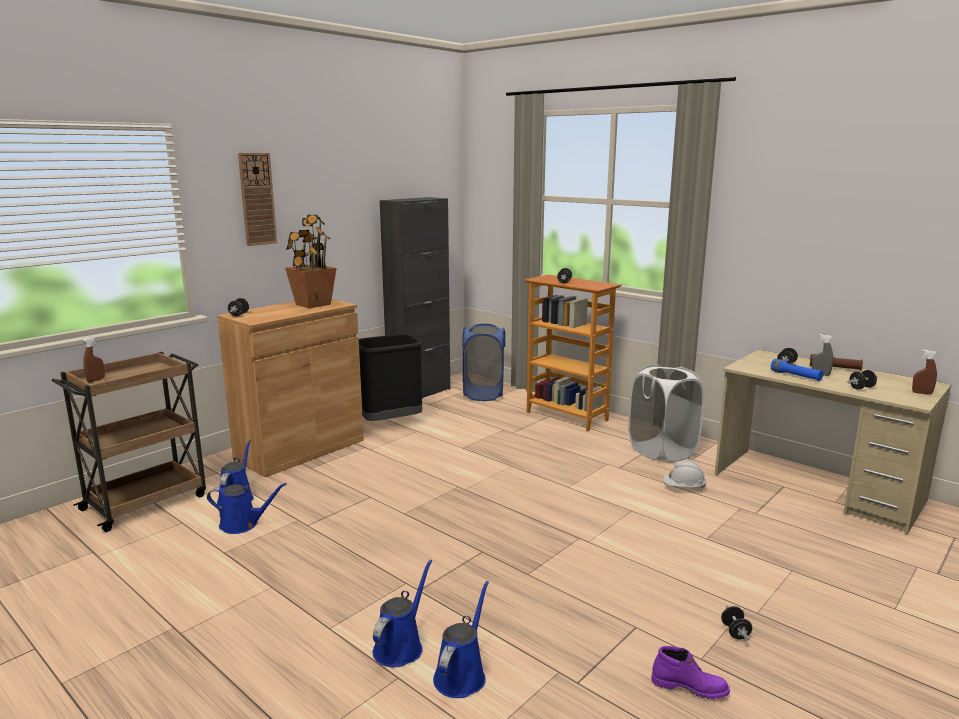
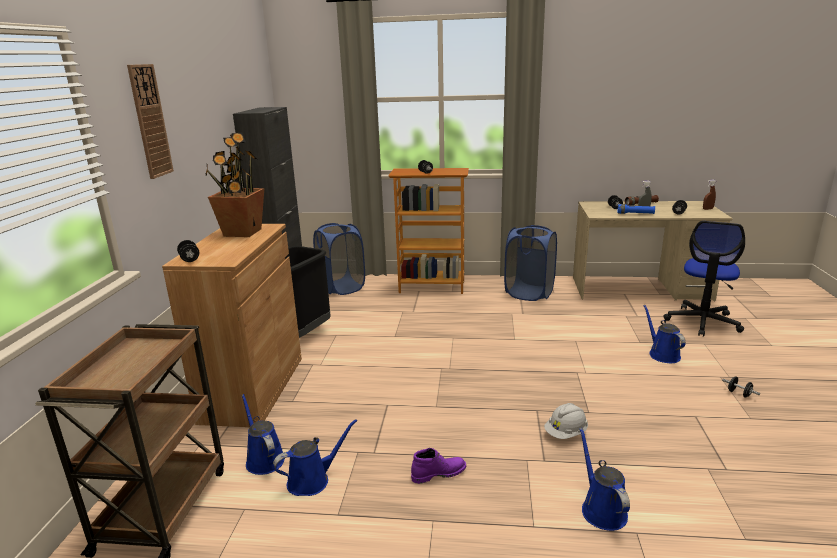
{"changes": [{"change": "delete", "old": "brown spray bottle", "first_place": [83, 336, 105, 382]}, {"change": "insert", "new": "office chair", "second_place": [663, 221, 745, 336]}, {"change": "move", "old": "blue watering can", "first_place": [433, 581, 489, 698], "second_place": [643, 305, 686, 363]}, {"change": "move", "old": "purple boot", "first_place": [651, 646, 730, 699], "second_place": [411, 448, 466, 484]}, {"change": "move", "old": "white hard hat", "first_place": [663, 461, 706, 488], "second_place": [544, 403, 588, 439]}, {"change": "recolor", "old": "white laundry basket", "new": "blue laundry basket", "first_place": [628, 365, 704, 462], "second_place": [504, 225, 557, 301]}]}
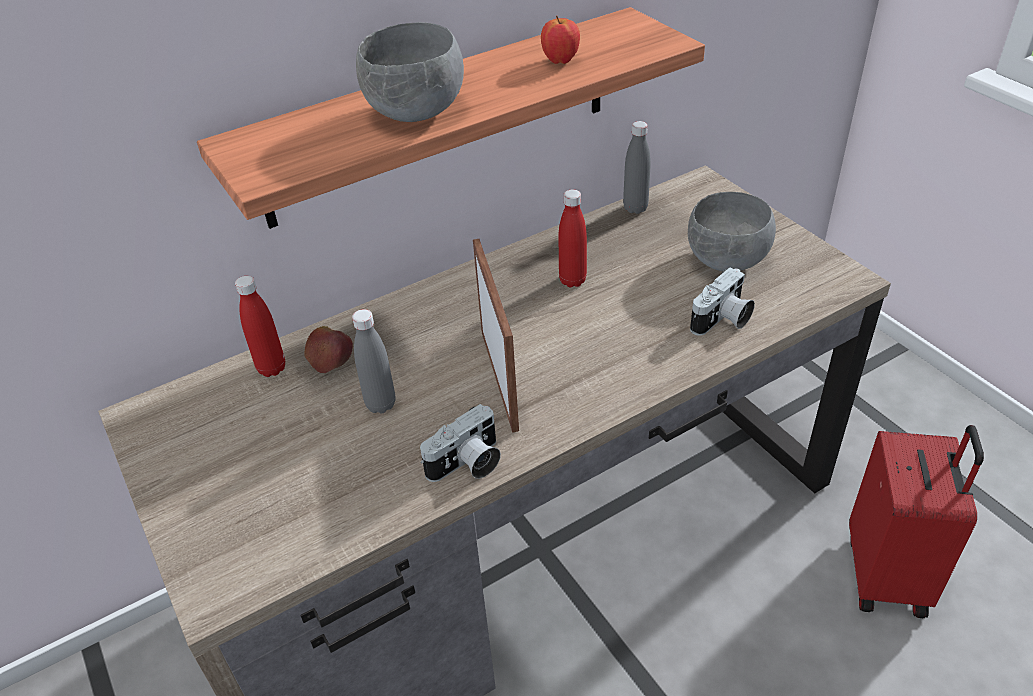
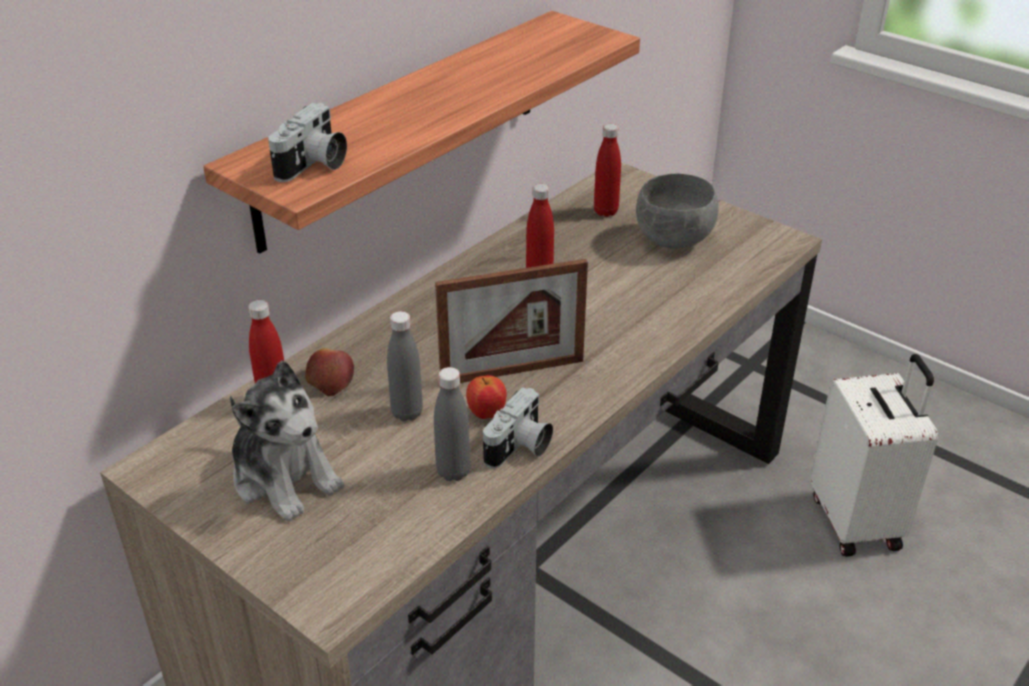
{"changes": [{"change": "delete", "old": "grey bowl", "first_place": [356, 22, 464, 122]}, {"change": "insert", "new": "plush toy", "second_place": [230, 360, 344, 522]}, {"change": "insert", "new": "red bottle", "second_place": [594, 124, 621, 217]}, {"change": "move", "old": "apple", "first_place": [541, 16, 580, 64], "second_place": [466, 375, 507, 419]}, {"change": "move", "old": "grey bottle", "first_place": [623, 121, 651, 214], "second_place": [434, 367, 470, 481]}, {"change": "move", "old": "photo camera", "first_place": [690, 267, 755, 336], "second_place": [268, 103, 347, 182]}, {"change": "recolor", "old": "red suitcase", "new": "white suitcase", "first_place": [849, 425, 984, 618], "second_place": [810, 354, 938, 557]}, {"change": "rotate", "old": "picture frame", "first_place": [473, 239, 519, 433], "second_place": [435, 259, 588, 383], "degrees": 105}]}
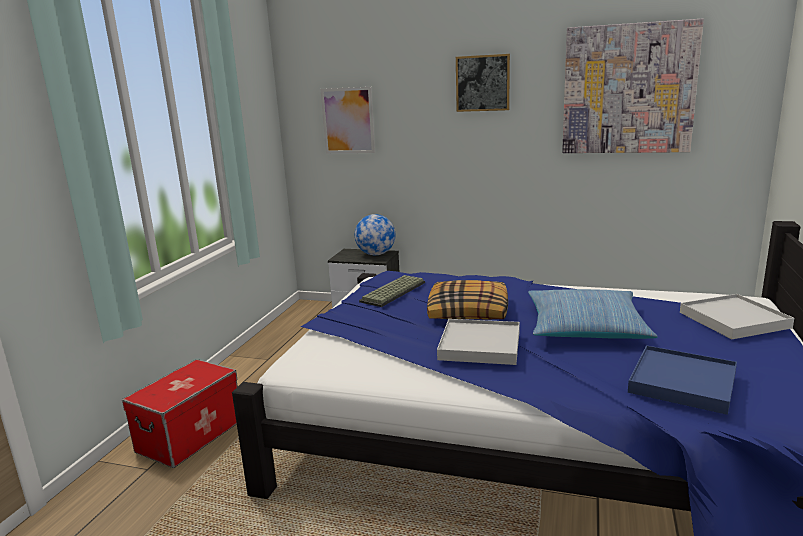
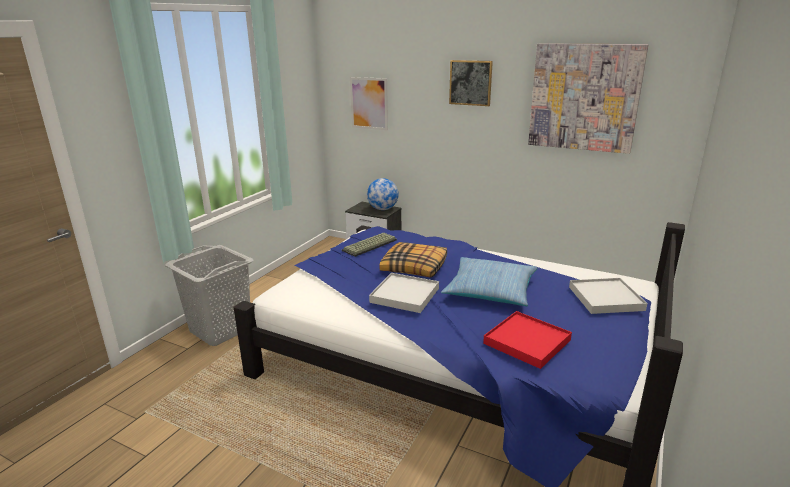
{"changes": [{"change": "replace", "old": "storage box", "new": "grey laundry basket", "first_place": [122, 359, 238, 468], "second_place": [165, 245, 253, 346]}, {"change": "recolor", "old": "blue tray", "new": "red tray", "first_place": [628, 345, 737, 415], "second_place": [483, 311, 572, 369]}]}
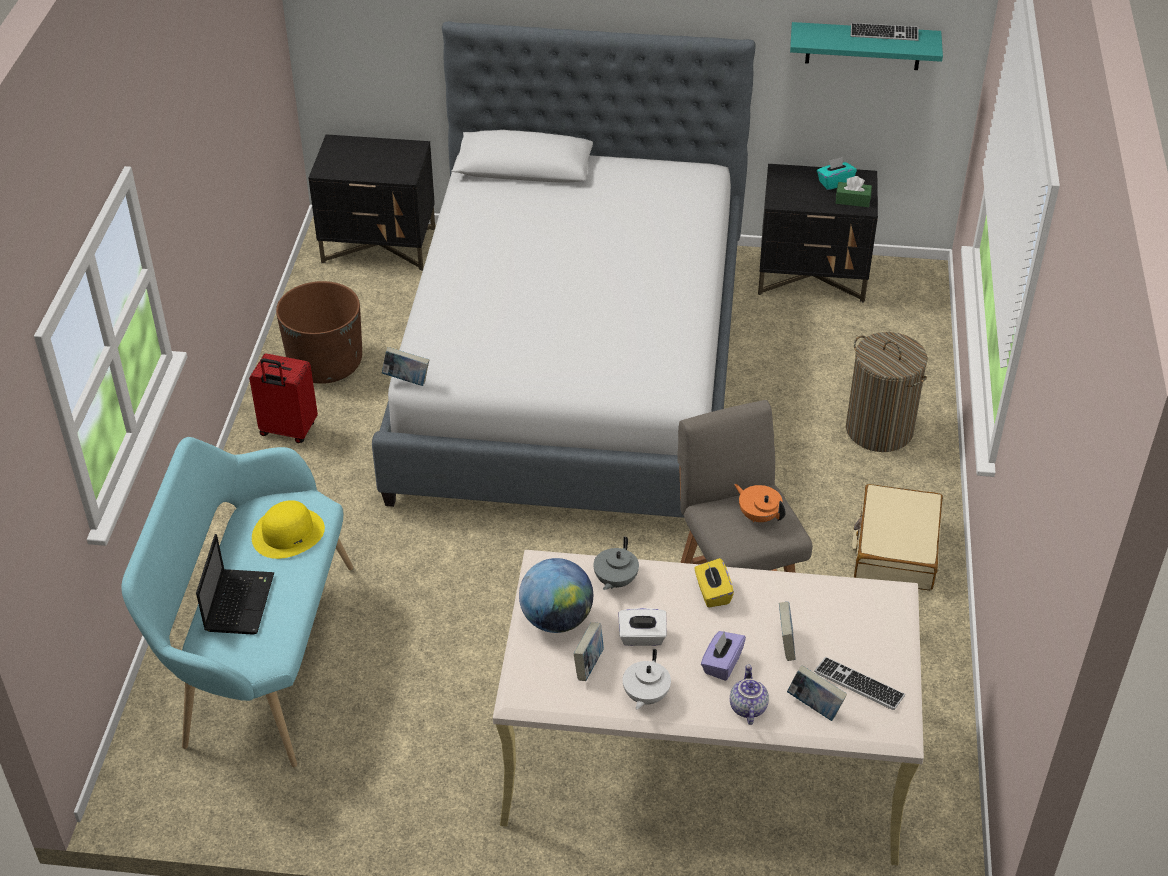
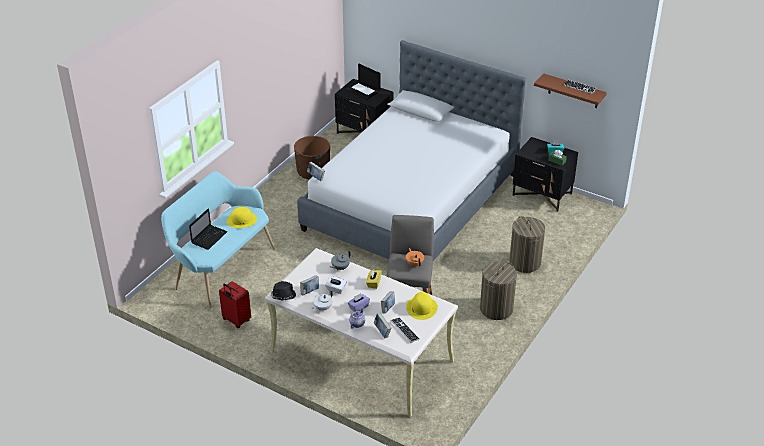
{"changes": [{"change": "delete", "old": "globe", "first_place": [519, 558, 593, 633]}, {"change": "insert", "new": "black hat", "second_place": [271, 281, 296, 301]}, {"change": "insert", "new": "laptop", "second_place": [345, 64, 380, 100]}, {"change": "insert", "new": "yellow hat", "second_place": [406, 292, 438, 320]}, {"change": "move", "old": "red suitcase", "first_place": [249, 354, 318, 443], "second_place": [219, 281, 251, 328]}, {"change": "replace", "old": "beige suitcase", "new": "laundry basket", "first_place": [852, 484, 943, 590], "second_place": [480, 262, 517, 320]}, {"change": "recolor", "old": "turquoise shelf", "new": "brown shelf", "first_place": [790, 22, 943, 70], "second_place": [534, 73, 607, 108]}]}
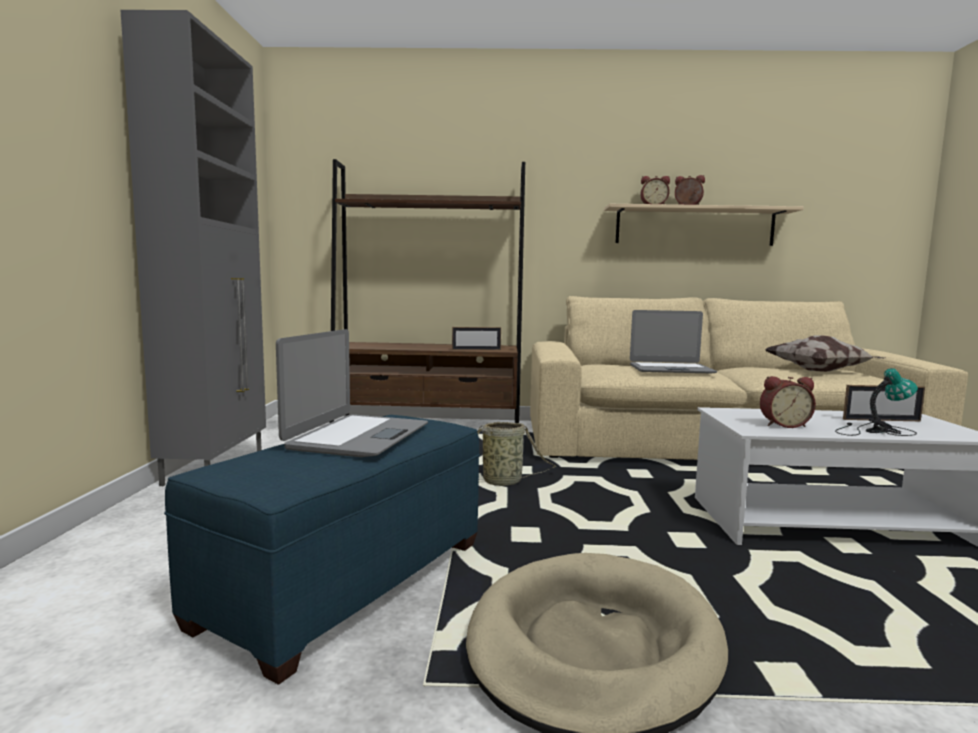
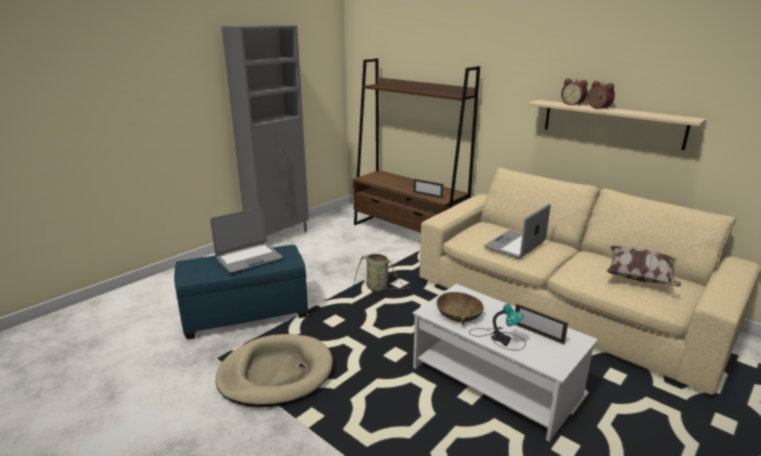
{"changes": [{"change": "replace", "old": "alarm clock", "new": "brown bowl", "first_place": [760, 376, 816, 428], "second_place": [436, 292, 484, 325]}, {"change": "rotate", "old": "laptop", "first_place": [630, 310, 717, 373], "second_place": [484, 204, 551, 259], "degrees": 90}]}
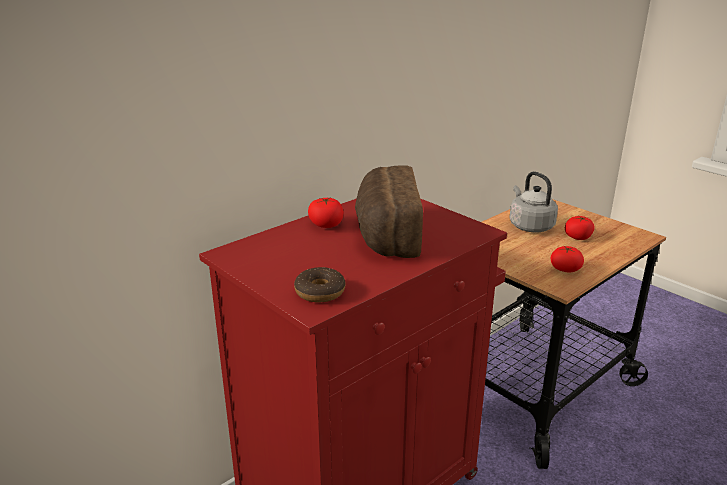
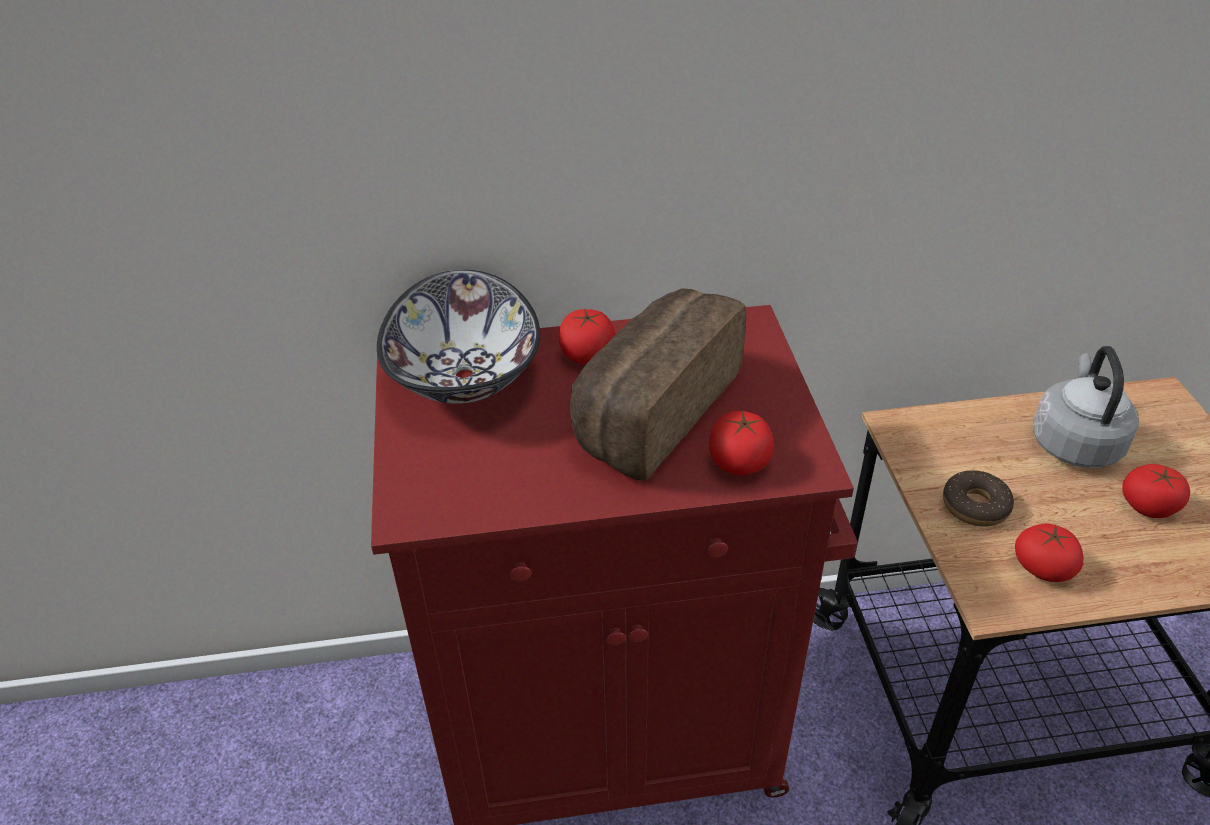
{"changes": [{"change": "insert", "new": "bowl", "second_place": [377, 270, 540, 404]}, {"change": "insert", "new": "tomato", "second_place": [709, 410, 774, 476]}, {"change": "move", "old": "donut", "first_place": [294, 267, 345, 302], "second_place": [943, 470, 1014, 527]}]}
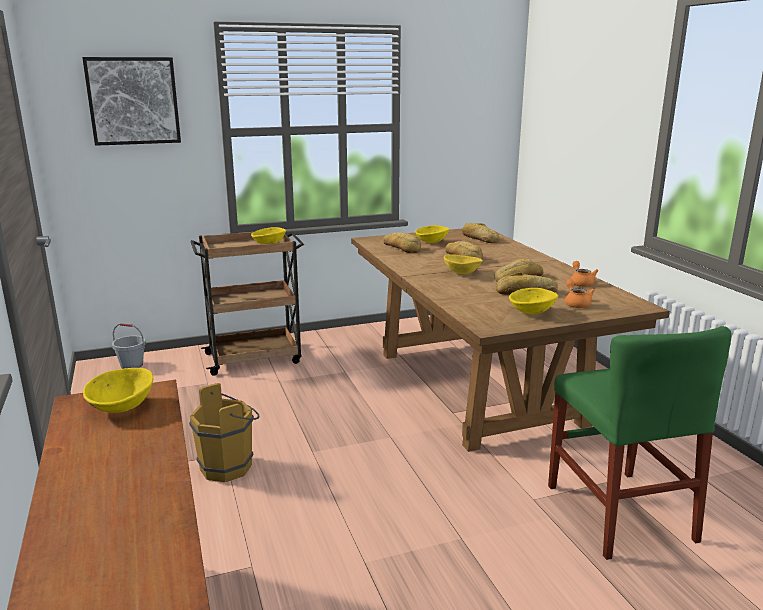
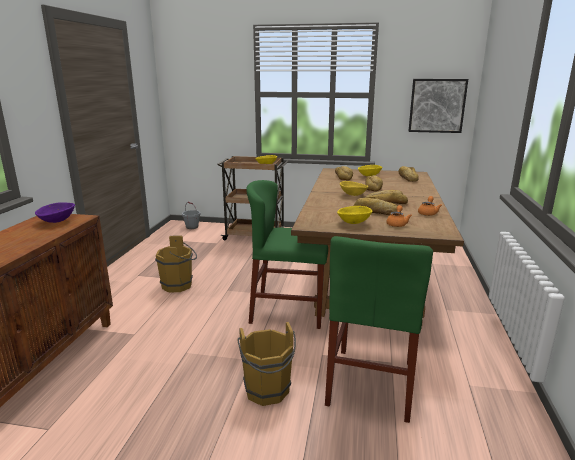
{"changes": [{"change": "insert", "new": "brown bucket", "second_place": [237, 322, 296, 406]}, {"change": "insert", "new": "green chair", "second_place": [246, 180, 328, 329]}, {"change": "move", "old": "picture", "first_place": [82, 57, 181, 146], "second_place": [408, 79, 468, 133]}, {"change": "recolor", "old": "yellow bowl", "new": "purple bowl", "first_place": [83, 368, 153, 413], "second_place": [35, 202, 75, 223]}]}
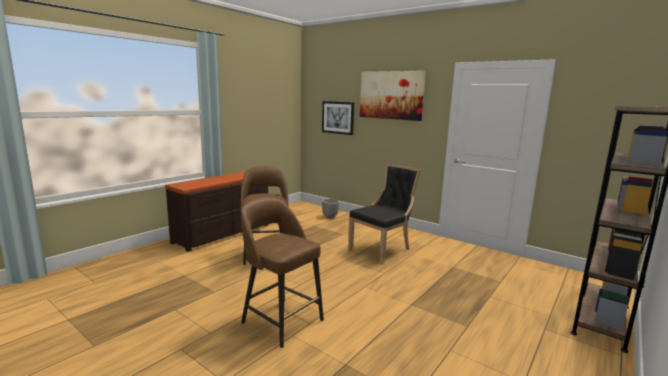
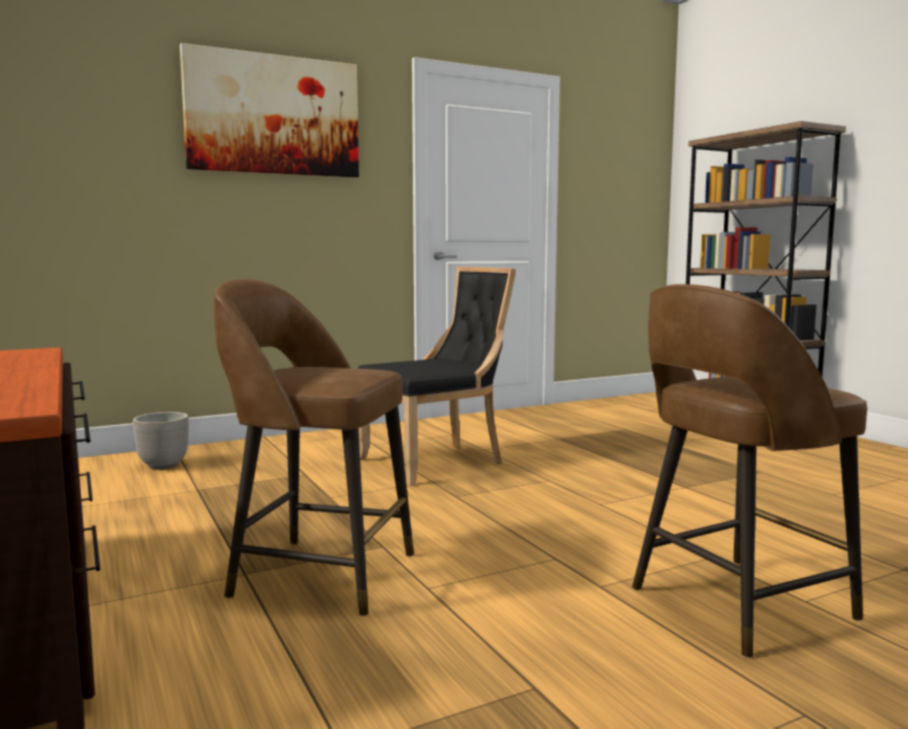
{"changes": [{"change": "delete", "old": "picture", "first_place": [322, 101, 354, 135]}, {"change": "rotate", "old": "black chair", "first_place": [347, 164, 420, 265], "second_place": [358, 267, 516, 486], "degrees": 75}]}
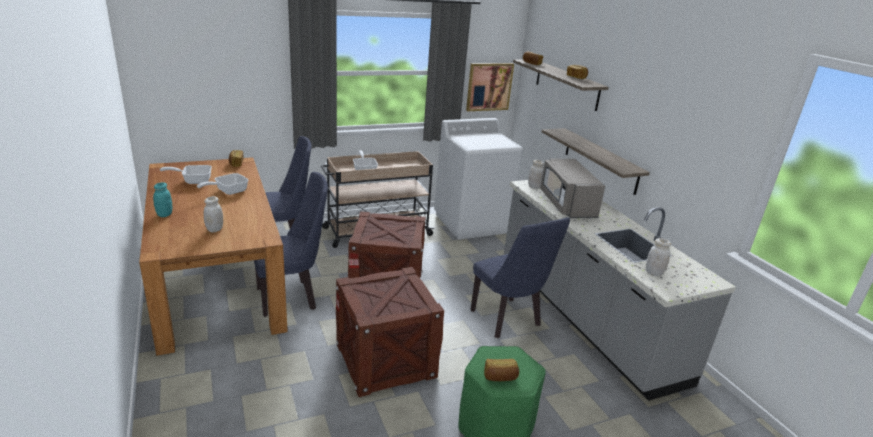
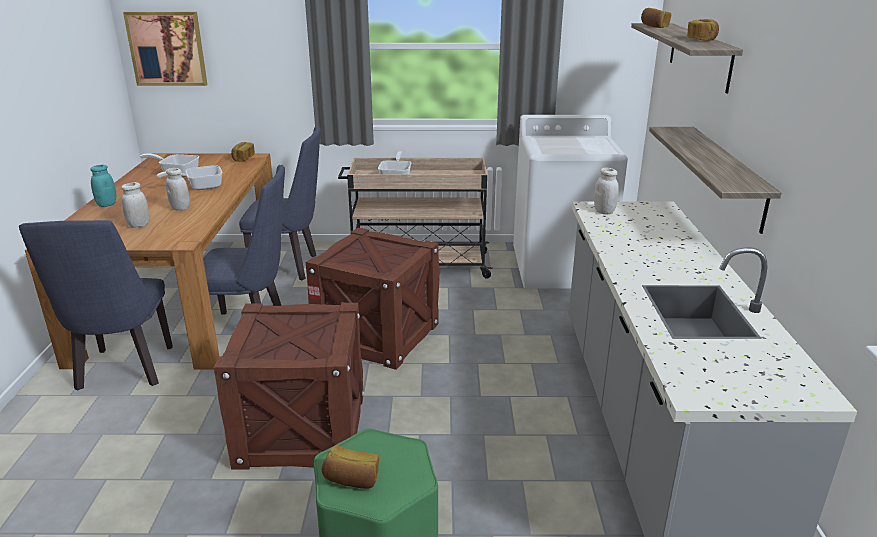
{"changes": [{"change": "delete", "old": "grey microwave", "first_place": [540, 158, 605, 218]}, {"change": "move", "old": "picture", "first_place": [466, 63, 514, 111], "second_place": [123, 12, 208, 86]}, {"change": "move", "old": "blue chair", "first_place": [471, 217, 570, 338], "second_place": [19, 220, 173, 390]}, {"change": "move", "old": "white jar", "first_place": [646, 238, 671, 276], "second_place": [166, 168, 189, 211]}]}
